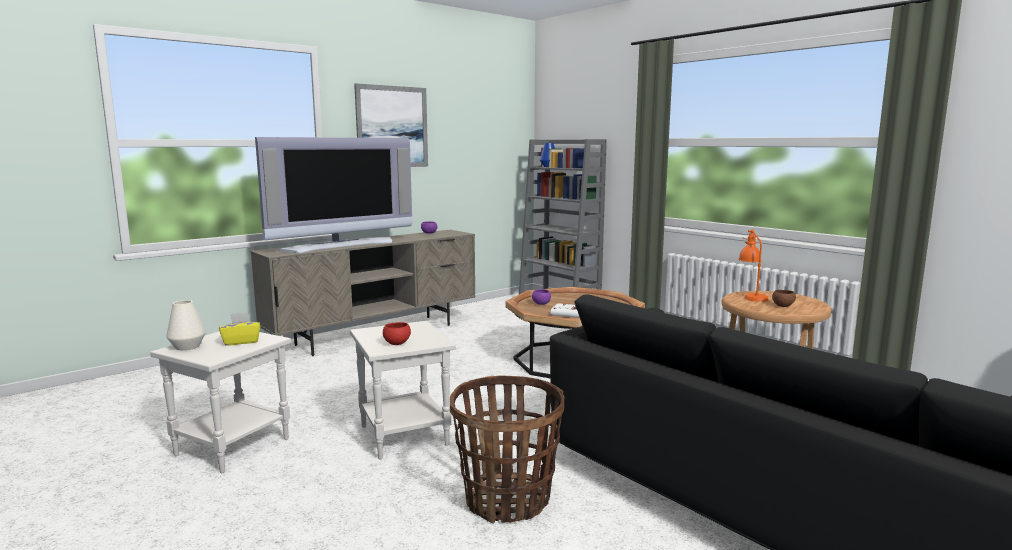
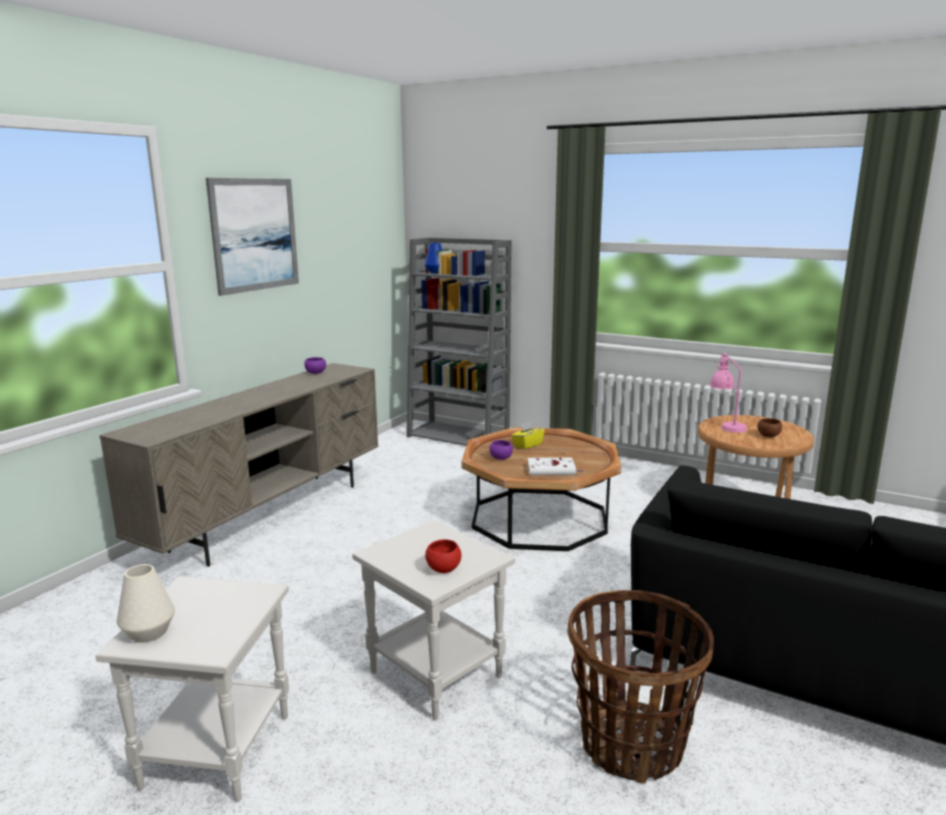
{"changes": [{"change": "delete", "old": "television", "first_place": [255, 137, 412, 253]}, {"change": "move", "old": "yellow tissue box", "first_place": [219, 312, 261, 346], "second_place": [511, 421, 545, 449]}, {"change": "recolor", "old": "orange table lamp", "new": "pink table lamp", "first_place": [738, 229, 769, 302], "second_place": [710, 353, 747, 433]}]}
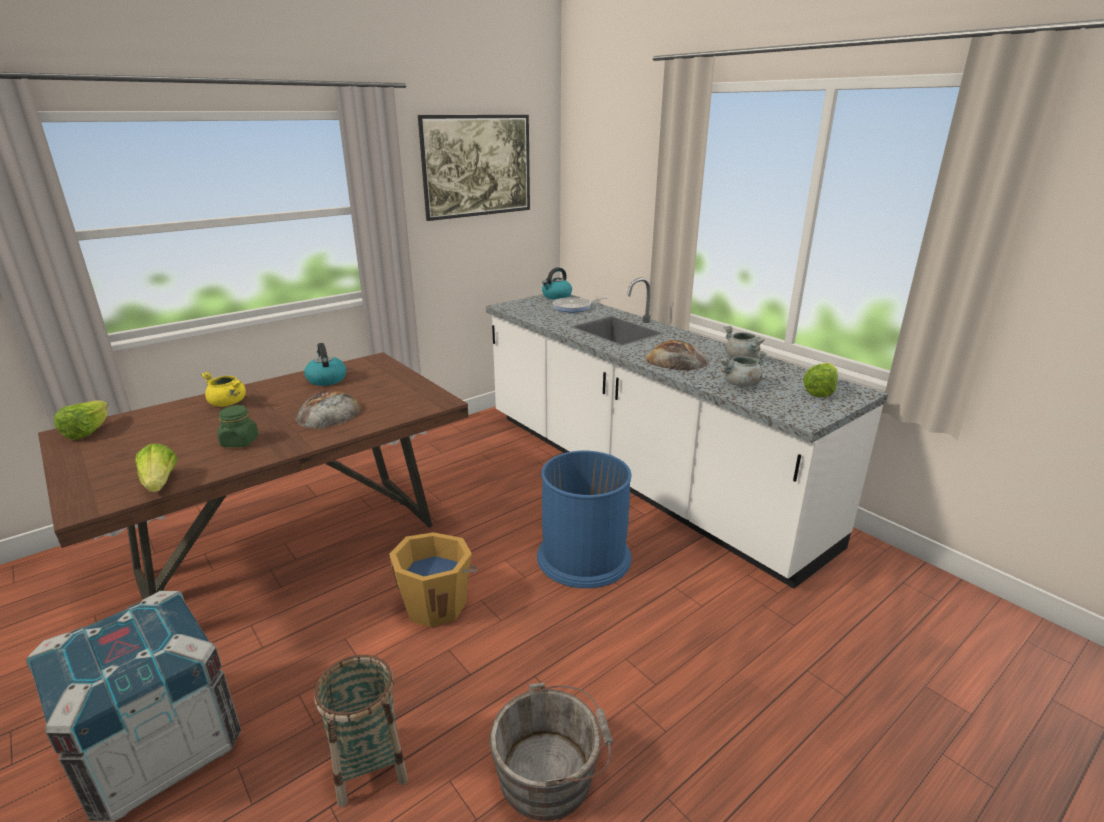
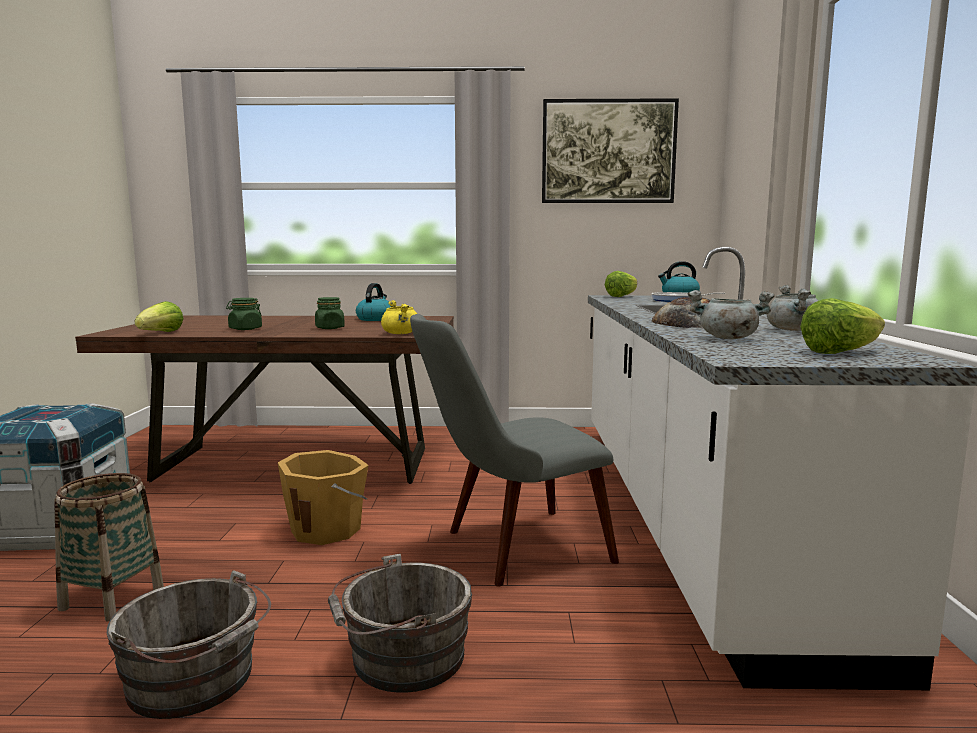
{"changes": [{"change": "insert", "new": "grey bucket", "second_place": [328, 554, 472, 693]}, {"change": "move", "old": "lettuce", "first_place": [53, 400, 108, 440], "second_place": [605, 271, 637, 297]}, {"change": "move", "old": "yellow cooking pot", "first_place": [200, 372, 246, 407], "second_place": [381, 300, 417, 334]}, {"change": "replace", "old": "bread", "new": "green jar", "first_place": [296, 390, 361, 429], "second_place": [315, 297, 345, 329]}, {"change": "replace", "old": "blue trash can", "new": "grey chair", "first_place": [537, 451, 632, 588], "second_place": [410, 314, 619, 587]}]}
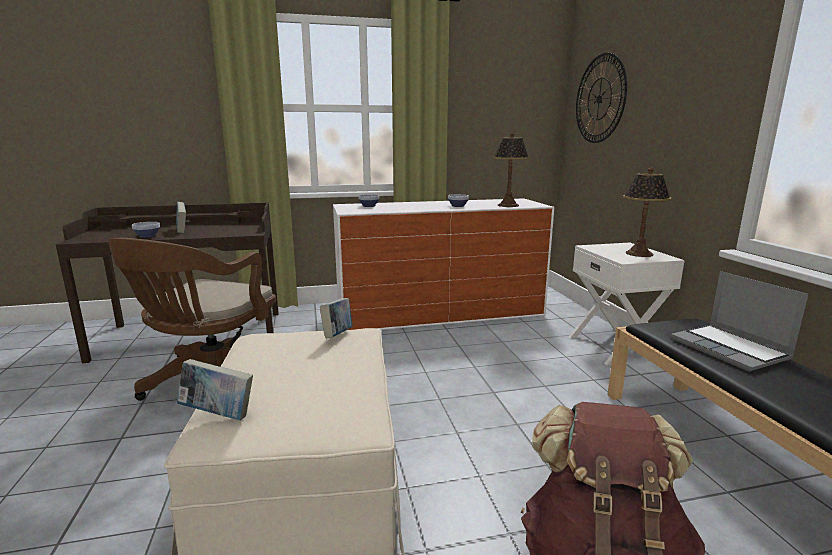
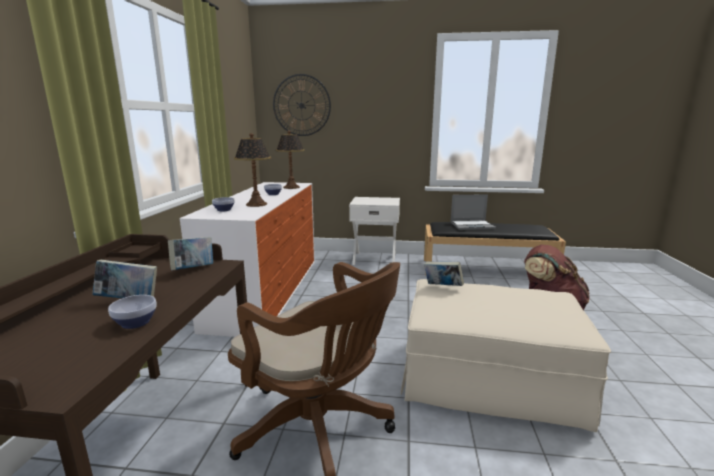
{"changes": [{"change": "move", "old": "book", "first_place": [177, 359, 253, 420], "second_place": [168, 237, 213, 270]}, {"change": "move", "old": "table lamp", "first_place": [623, 167, 672, 257], "second_place": [234, 133, 271, 207]}]}
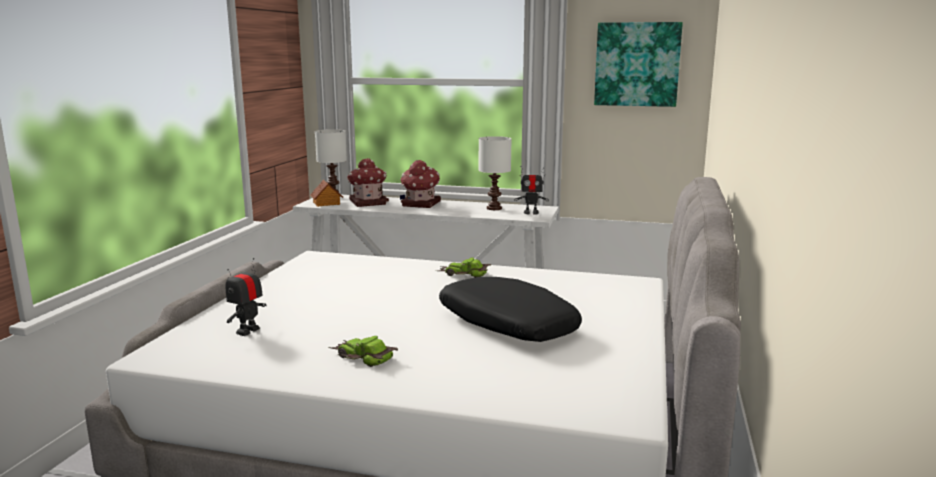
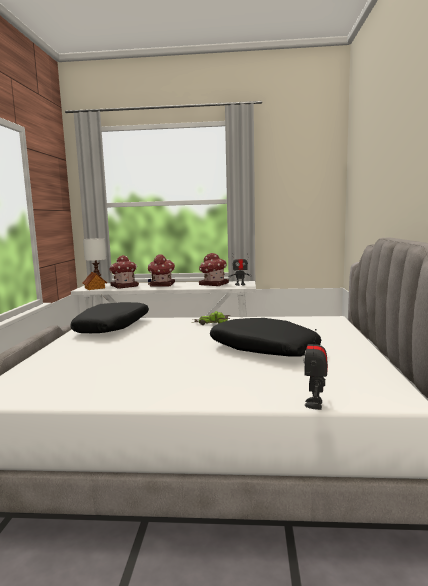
{"changes": [{"change": "delete", "old": "toy car", "first_place": [328, 336, 398, 367]}, {"change": "delete", "old": "picture", "first_place": [594, 22, 683, 107]}, {"change": "insert", "new": "black pillow", "second_place": [70, 302, 149, 333]}, {"change": "move", "old": "toy robot", "first_place": [226, 258, 266, 336], "second_place": [304, 329, 328, 410]}, {"change": "replace", "old": "white table lamp", "new": "toy house", "first_place": [479, 136, 512, 210], "second_place": [199, 253, 229, 286]}]}
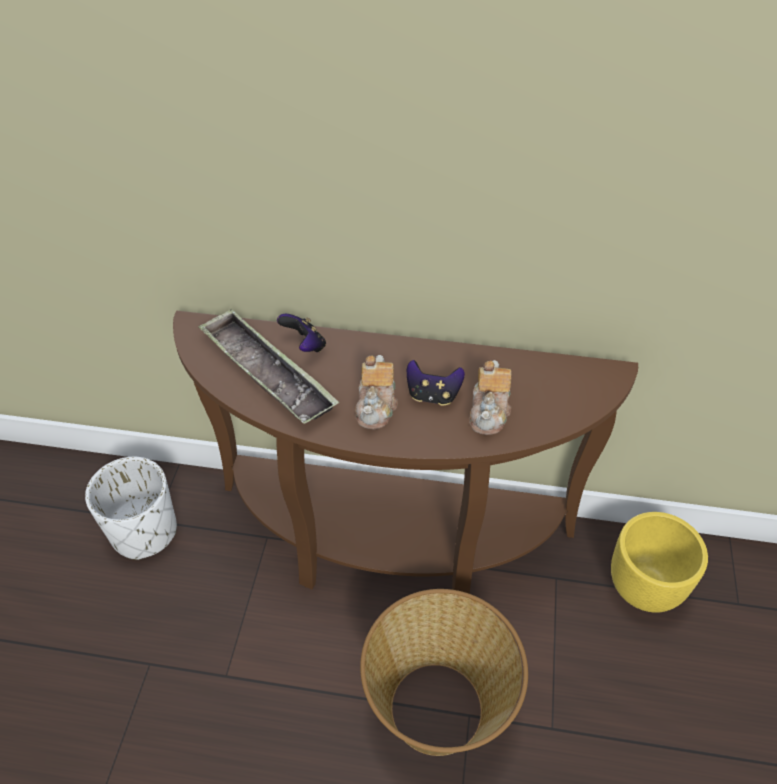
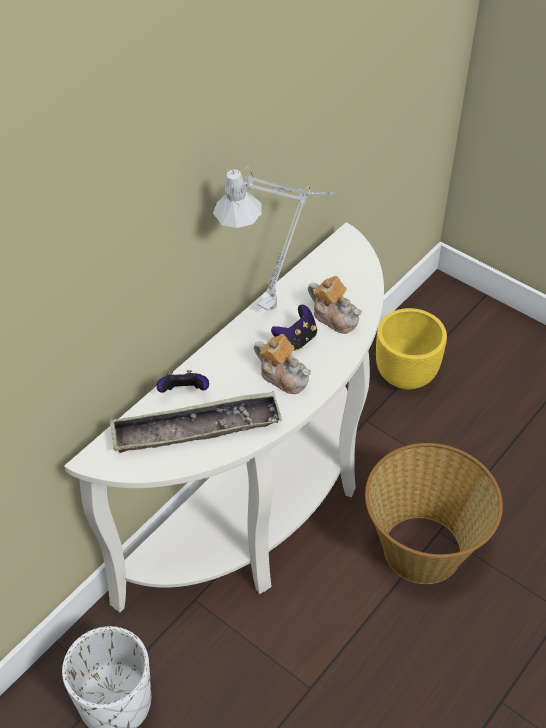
{"changes": [{"change": "insert", "new": "grey table lamp", "second_place": [213, 167, 334, 311]}, {"change": "recolor", "old": "brown console table", "new": "white console table", "first_place": [173, 311, 638, 594], "second_place": [64, 222, 384, 613]}]}
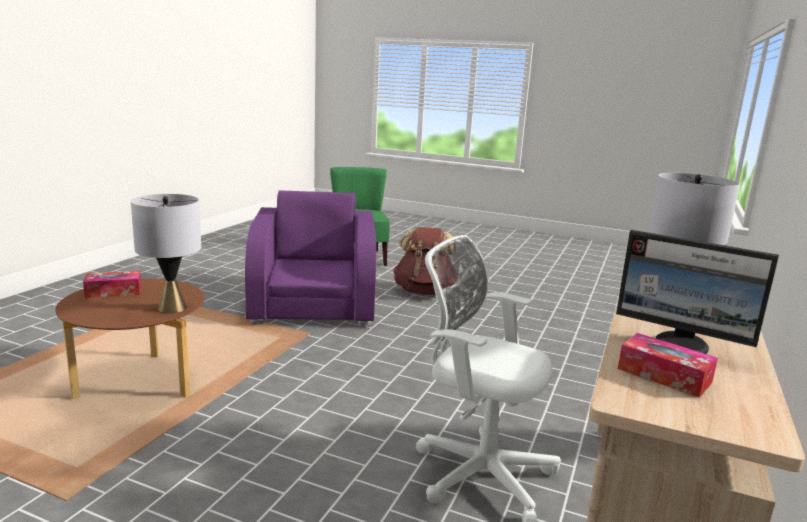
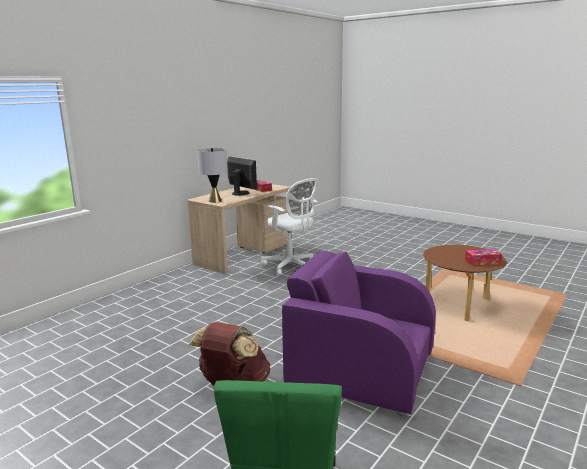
{"changes": [{"change": "delete", "old": "grey table lamp", "first_place": [131, 194, 201, 314]}, {"change": "rotate", "old": "purple armchair", "first_place": [245, 190, 376, 327], "second_place": [282, 251, 436, 417], "degrees": 105}]}
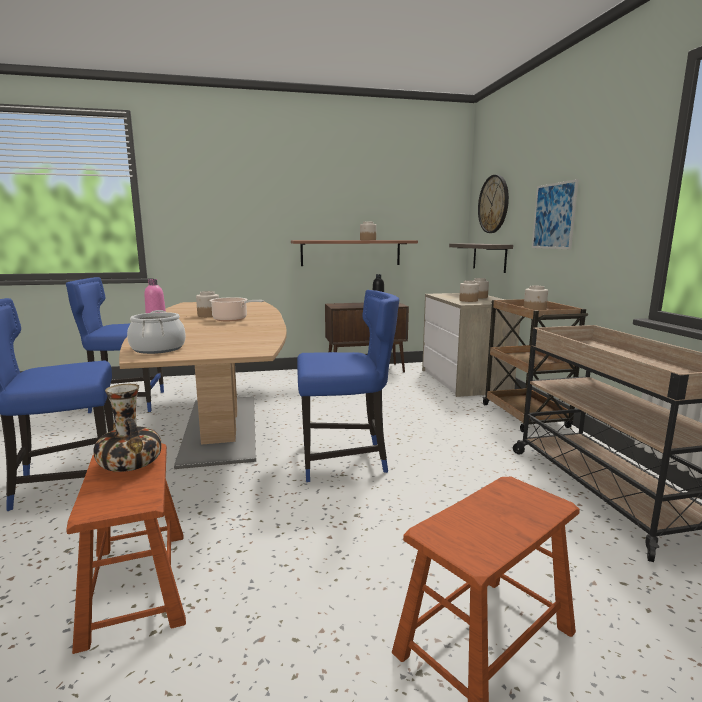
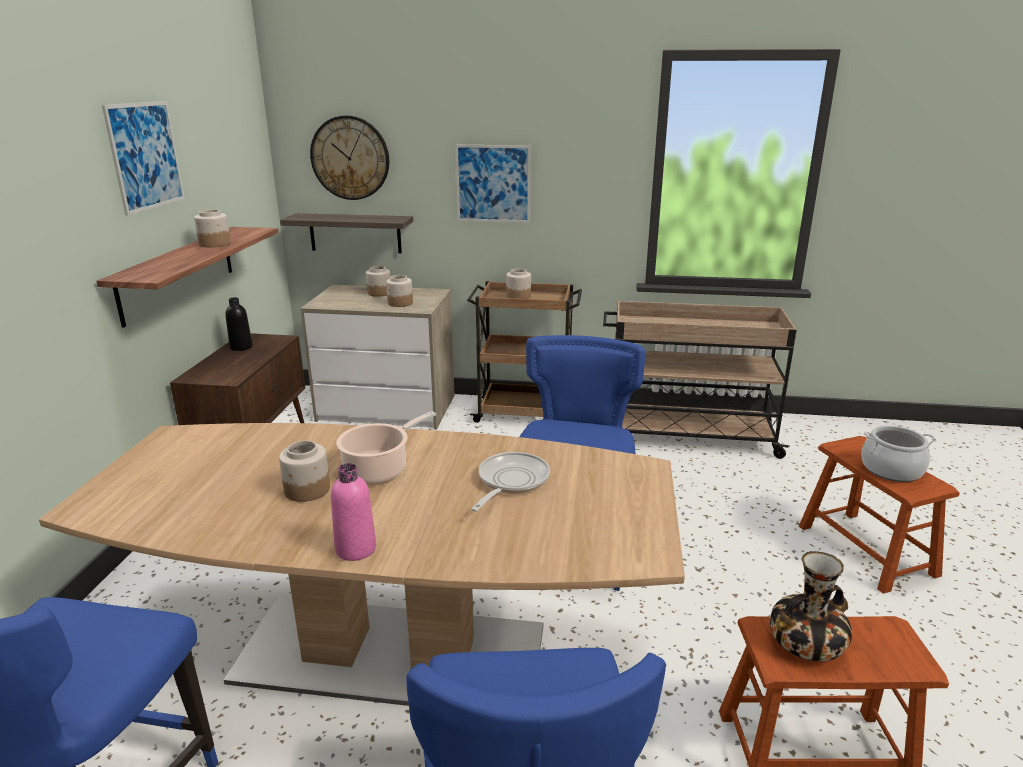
{"changes": [{"change": "insert", "new": "picture", "second_place": [102, 101, 185, 215]}, {"change": "insert", "new": "frying pan", "second_place": [471, 452, 550, 512]}, {"change": "move", "old": "cooking pot", "first_place": [127, 310, 186, 354], "second_place": [861, 425, 936, 482]}]}
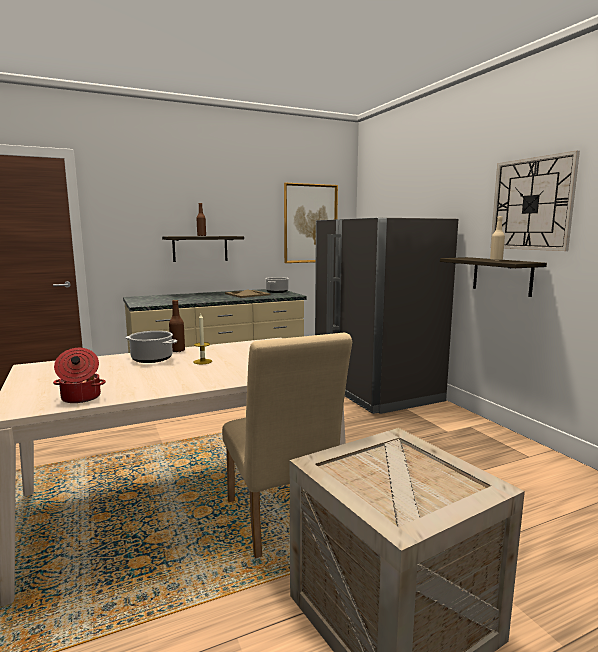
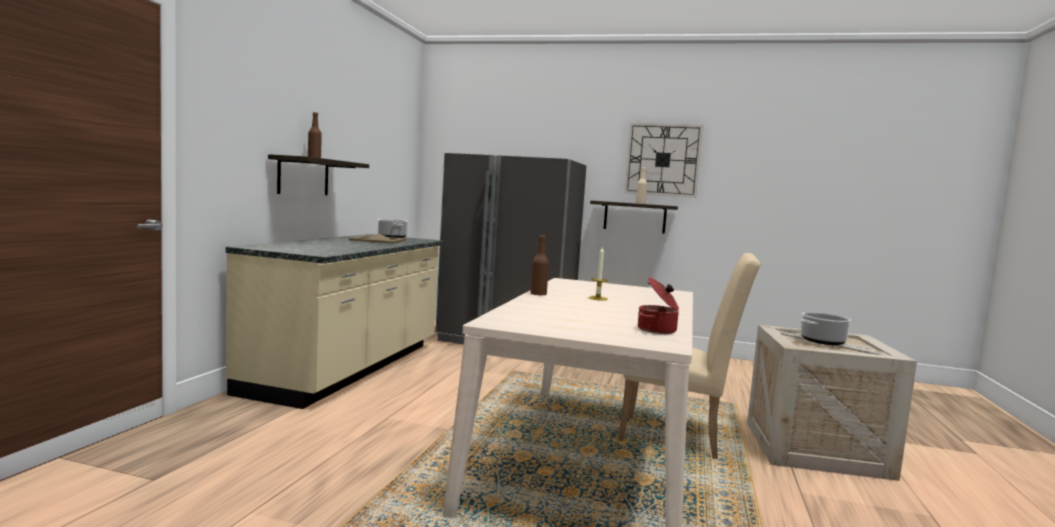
{"changes": [{"change": "delete", "old": "picture", "first_place": [284, 183, 338, 263]}, {"change": "move", "old": "cooking pot", "first_place": [125, 331, 177, 363], "second_place": [801, 312, 851, 345]}]}
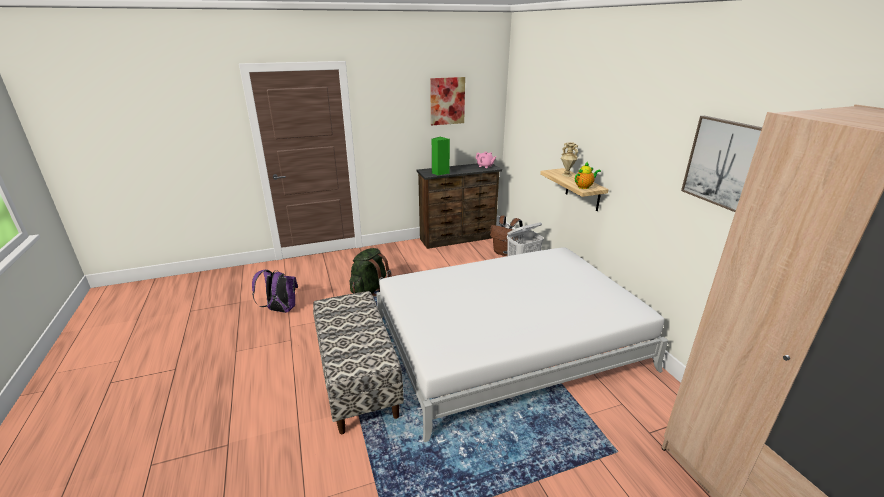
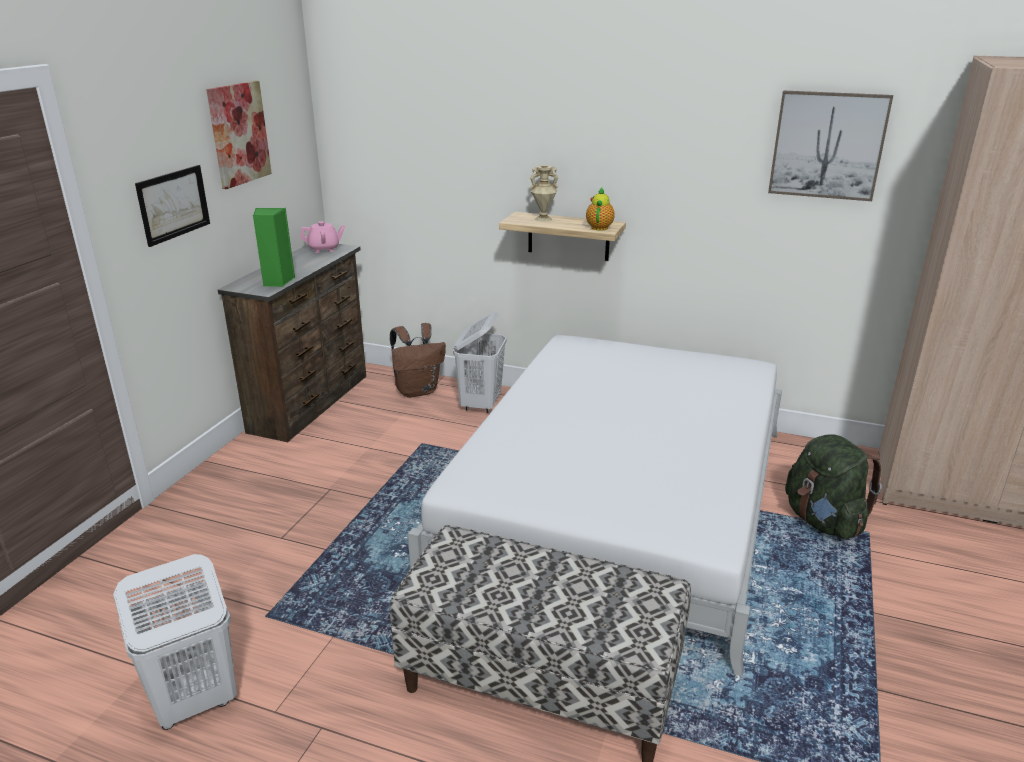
{"changes": [{"change": "insert", "new": "picture", "second_place": [135, 165, 210, 247]}, {"change": "move", "old": "green backpack", "first_place": [350, 248, 392, 297], "second_place": [785, 434, 882, 540]}, {"change": "replace", "old": "purple backpack", "new": "white laundry basket", "first_place": [252, 270, 298, 313], "second_place": [113, 554, 237, 730]}]}
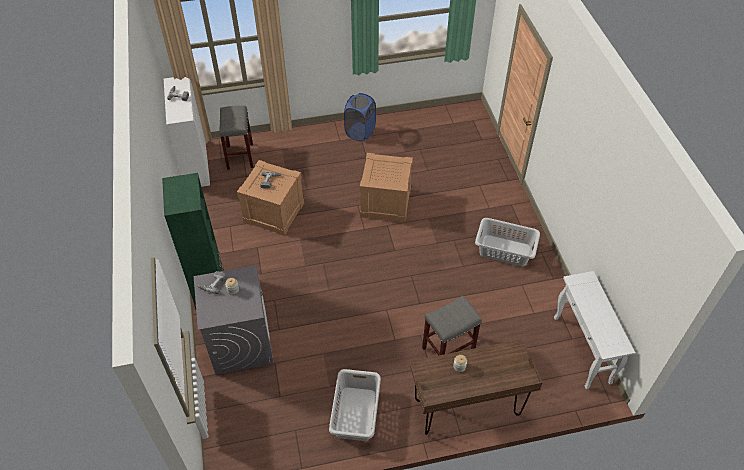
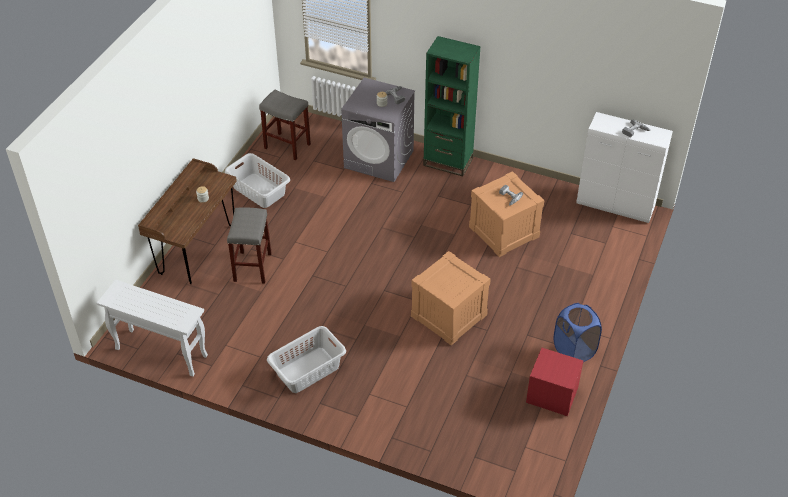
{"changes": [{"change": "insert", "new": "red nightstand", "second_place": [526, 348, 583, 416]}, {"change": "move", "old": "grey stool", "first_place": [219, 106, 253, 170], "second_place": [259, 90, 311, 160]}]}
